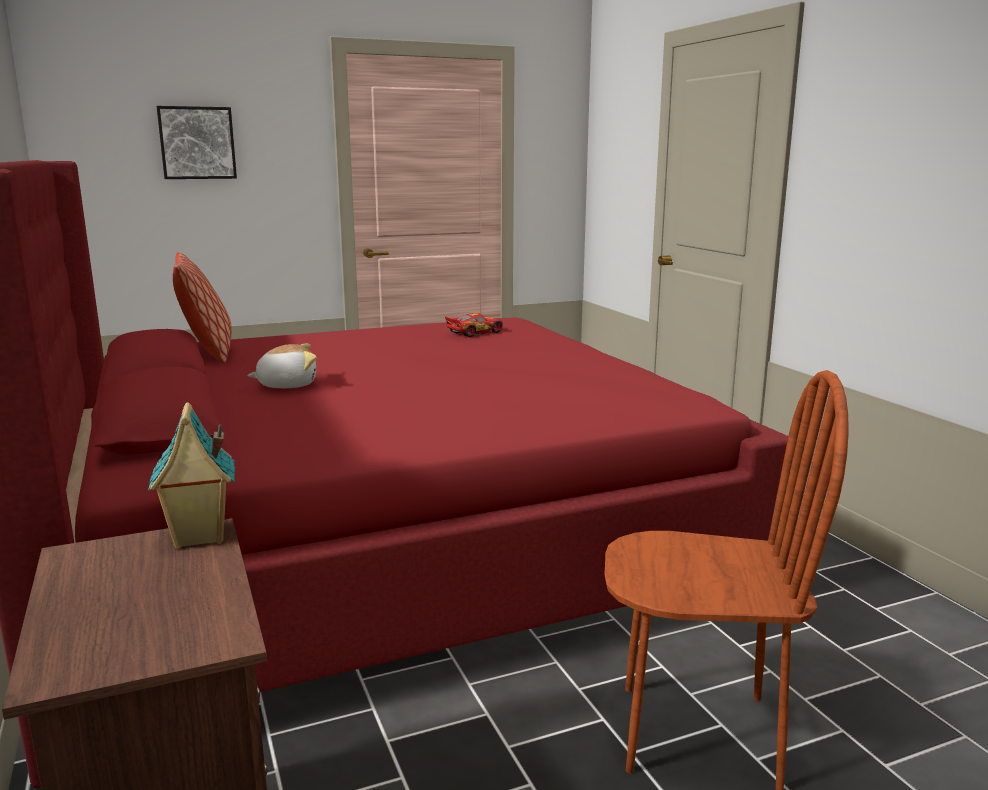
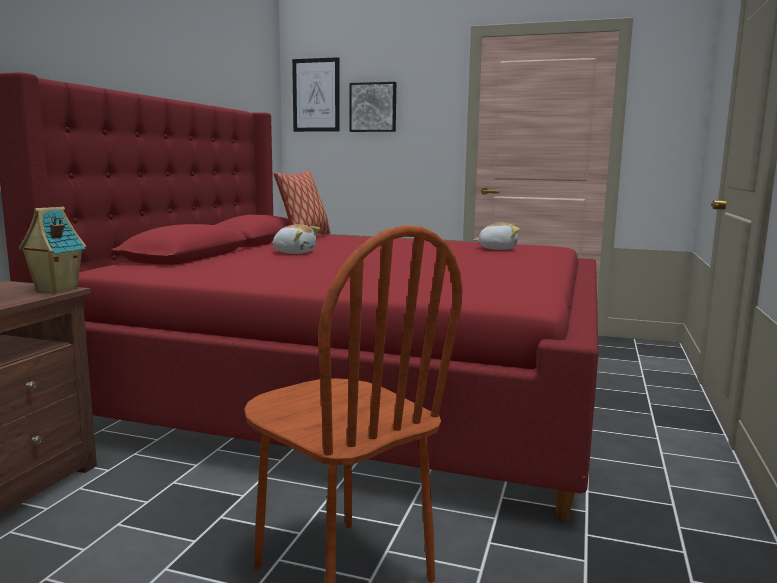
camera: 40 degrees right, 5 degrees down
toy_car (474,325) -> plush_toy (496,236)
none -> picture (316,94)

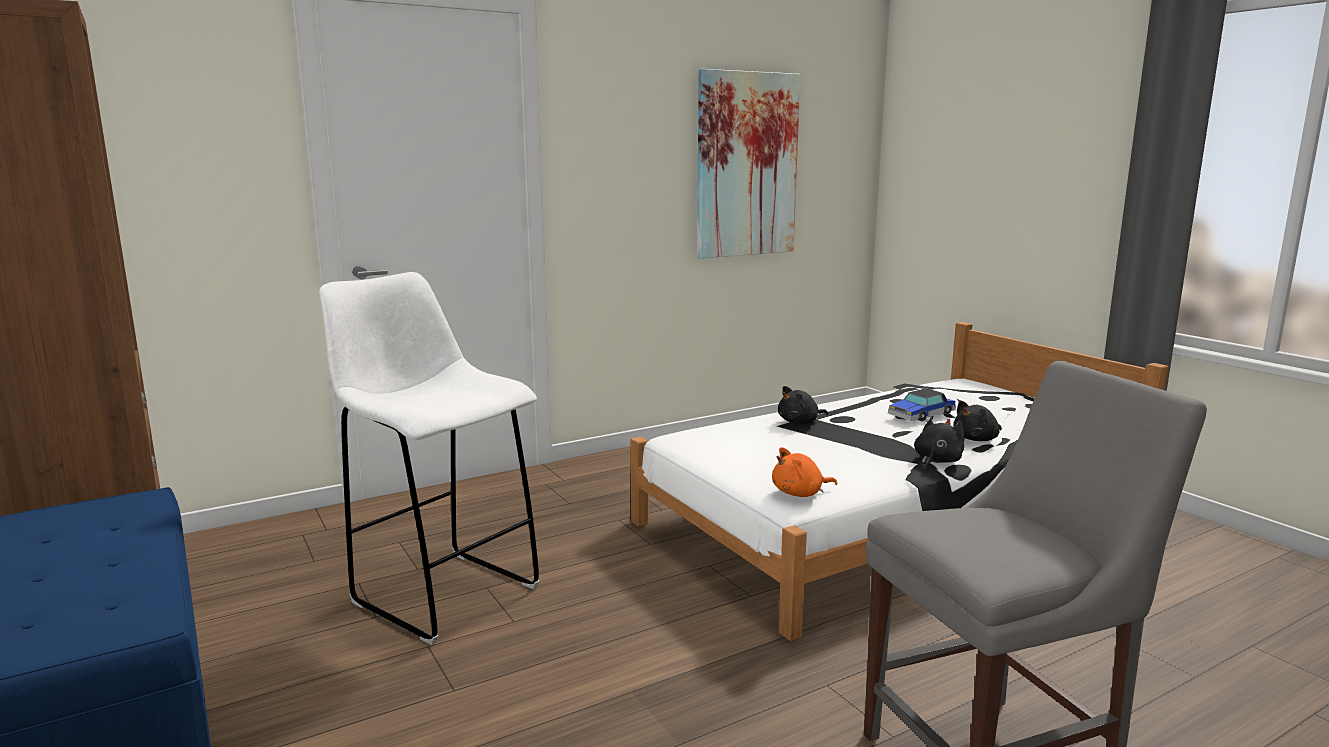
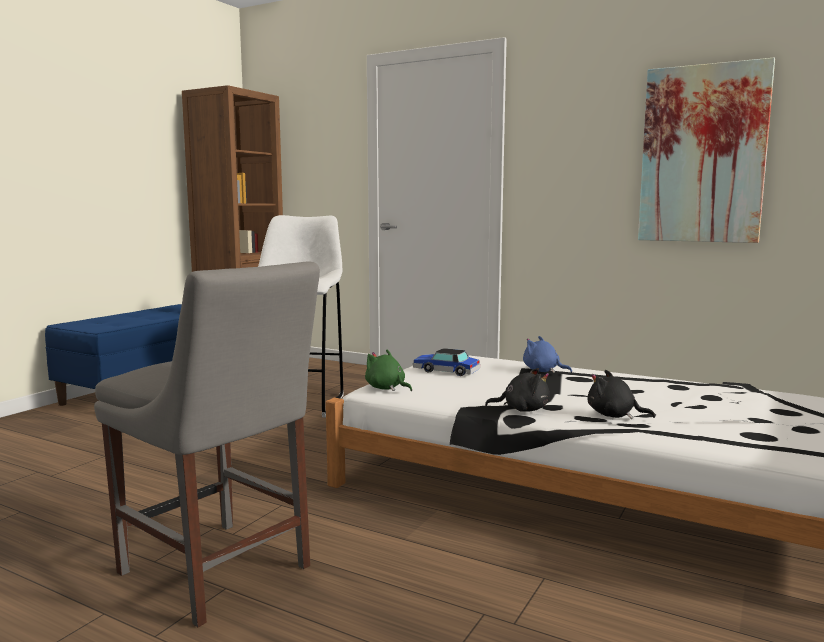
camera: 60 degrees right, 5 degrees down
black_plush_toy (803,405) -> blue_plush_toy (547,354)
toy_car (922,404) -> toy_car (446,362), shifted
orange_plush_toy (804,472) -> green_plush_toy (388,370)

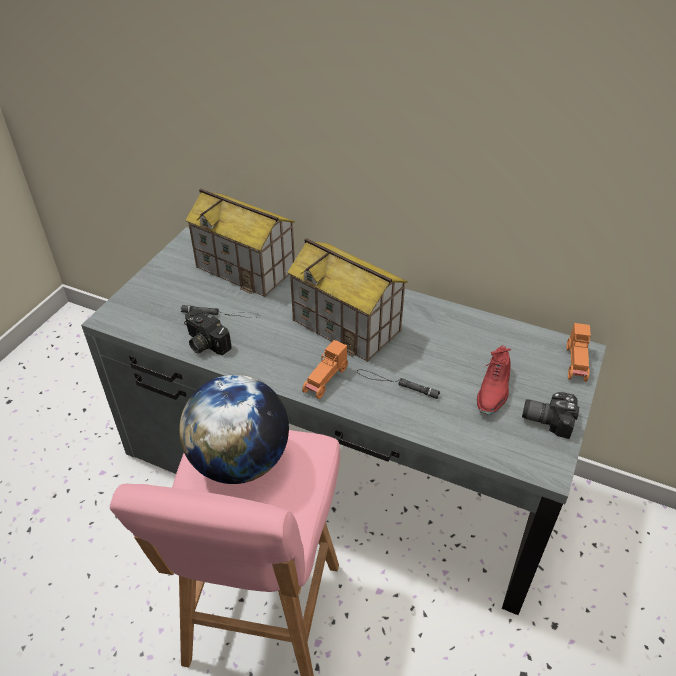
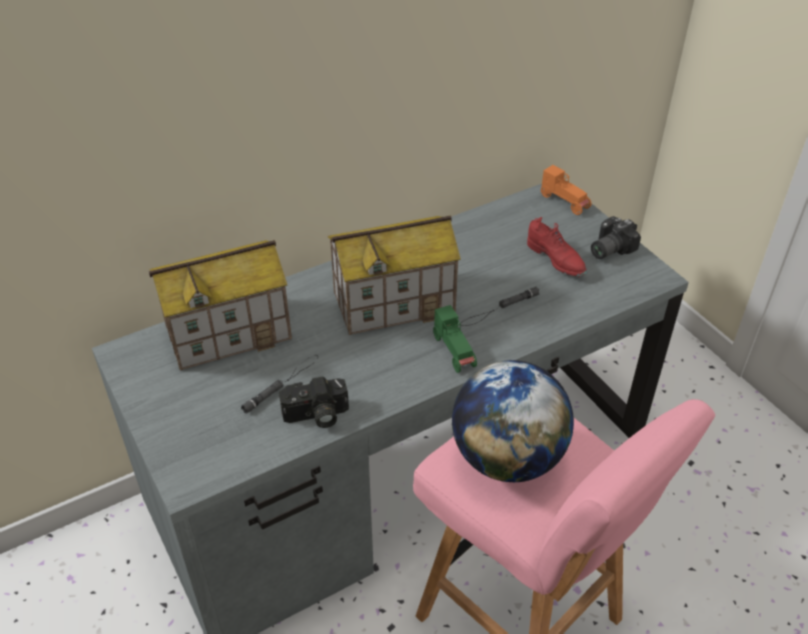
camera: 55 degrees left, 0 degrees up
orange_toy_car (325,369) -> green_toy_car (455,339)

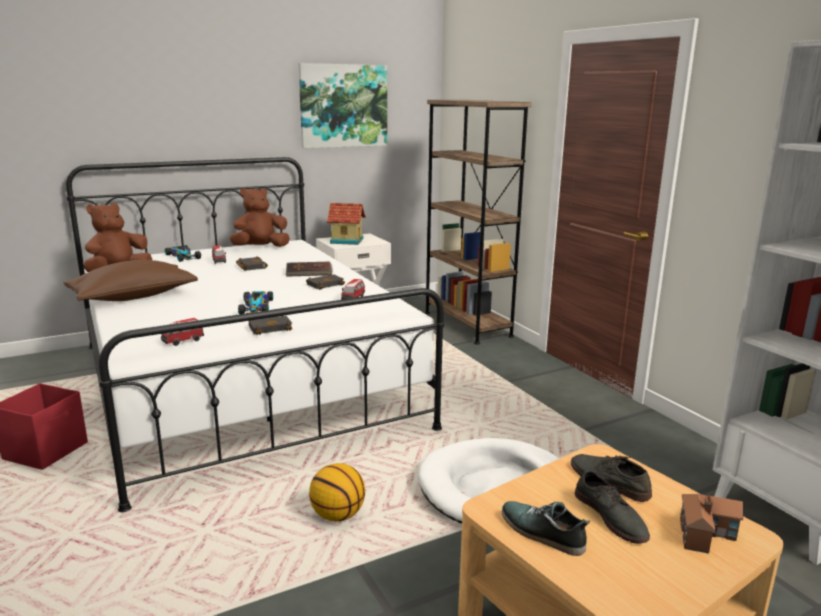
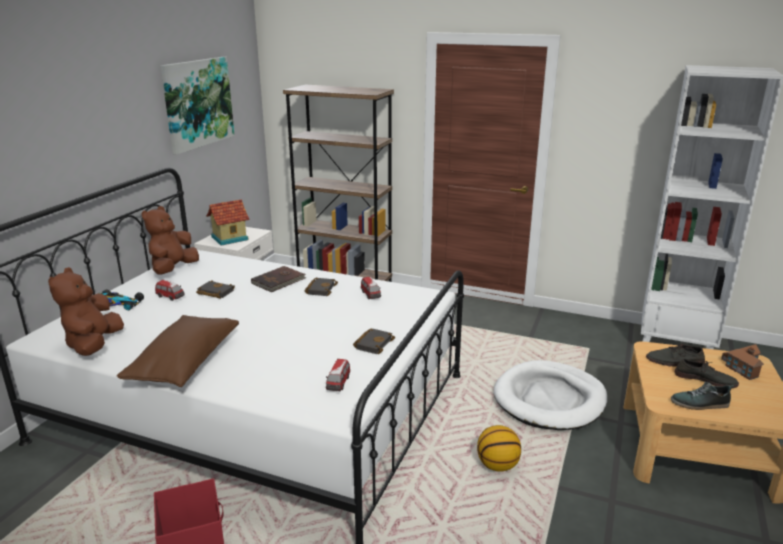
camera: 40 degrees left, 5 degrees up
toy_car (255,302) -> none

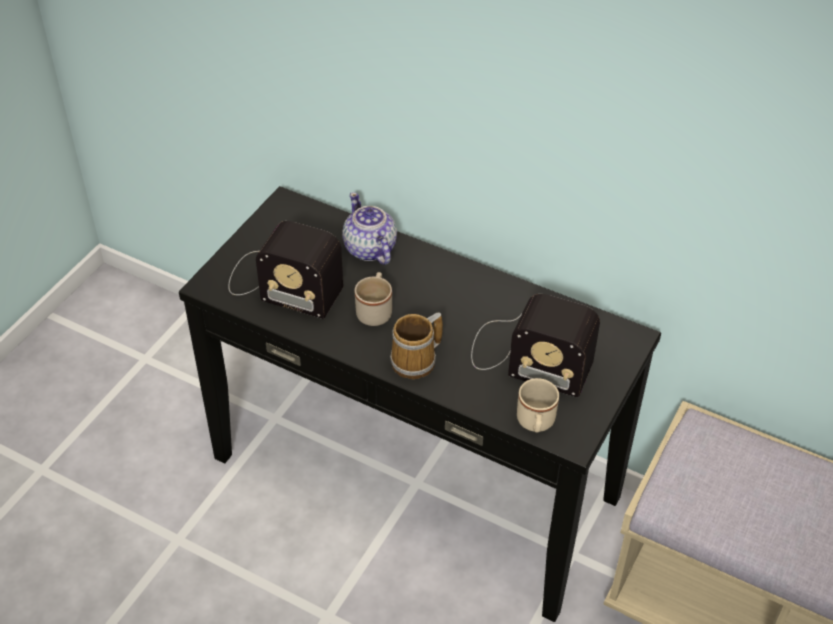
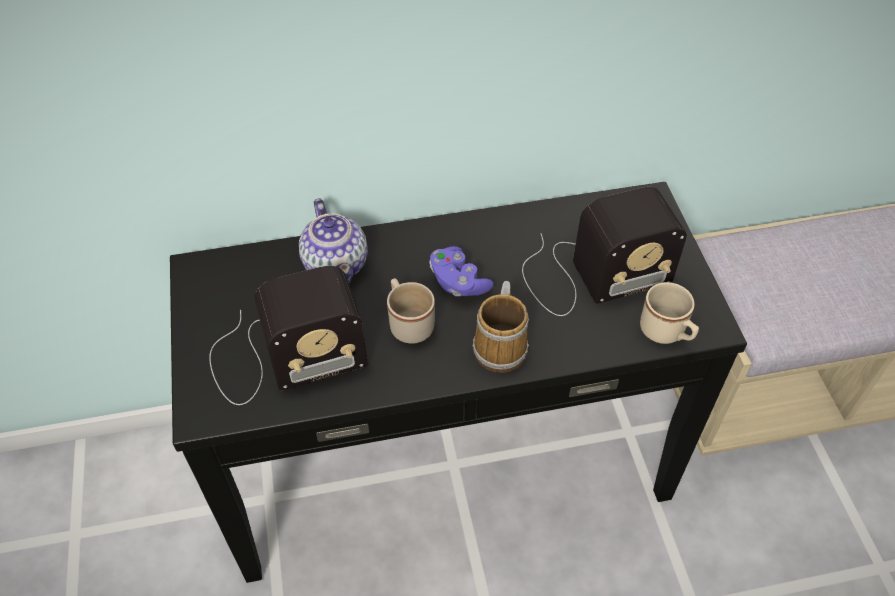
camera: 40 degrees left, 5 degrees up
teapot (369,228) -> teapot (333,241), 135 degrees counterclockwise
none -> purple_game_controller (461,271)

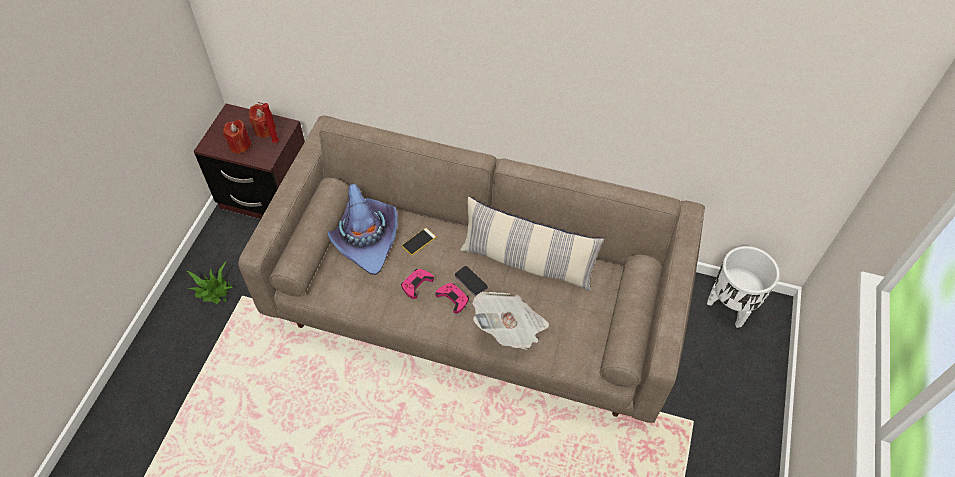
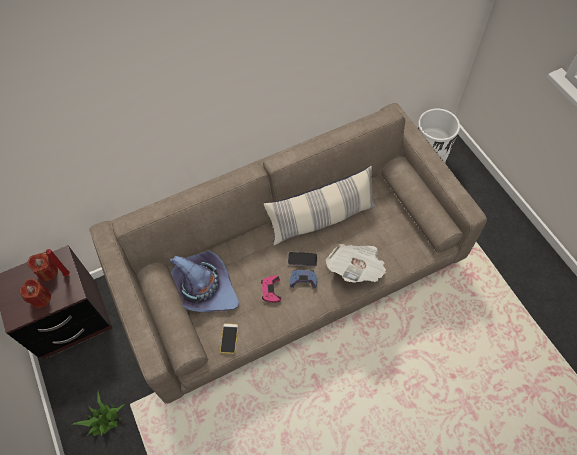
camera: 40 degrees left, 5 degrees up
phone (419,241) -> phone (229,338), shifted
pink_game_controller (452,298) -> blue_game_controller (303,279)

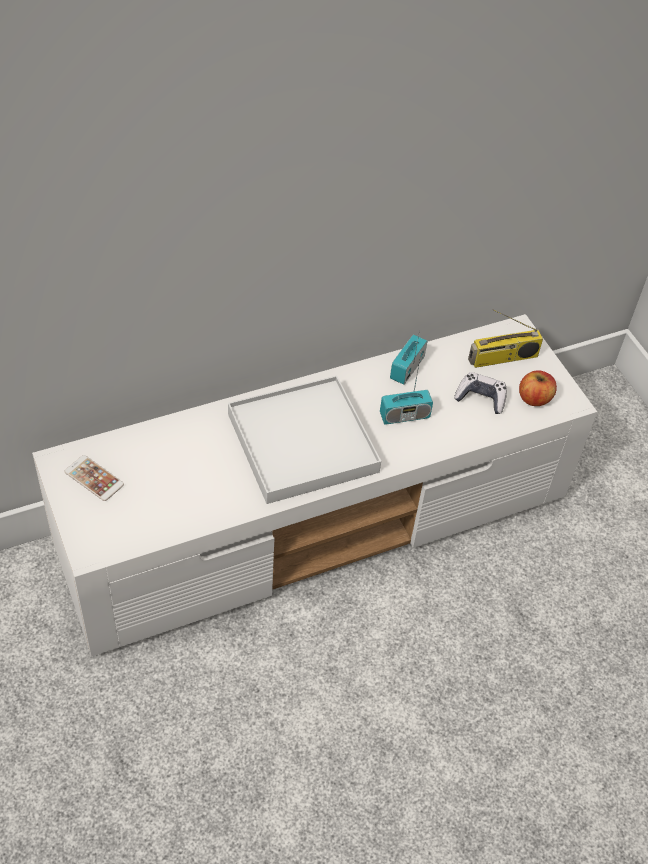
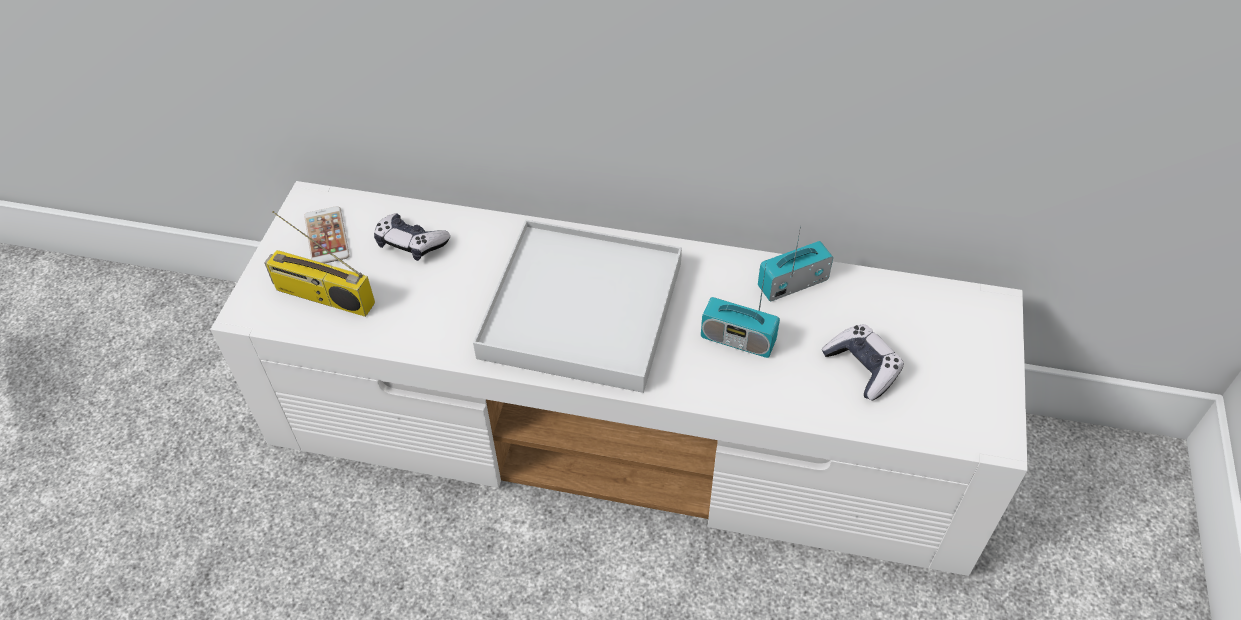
camera: 40 degrees right, 0 degrees up
radio (505,338) -> radio (319,264), shifted
apple (538,388) -> none
none -> game_controller (412,237)

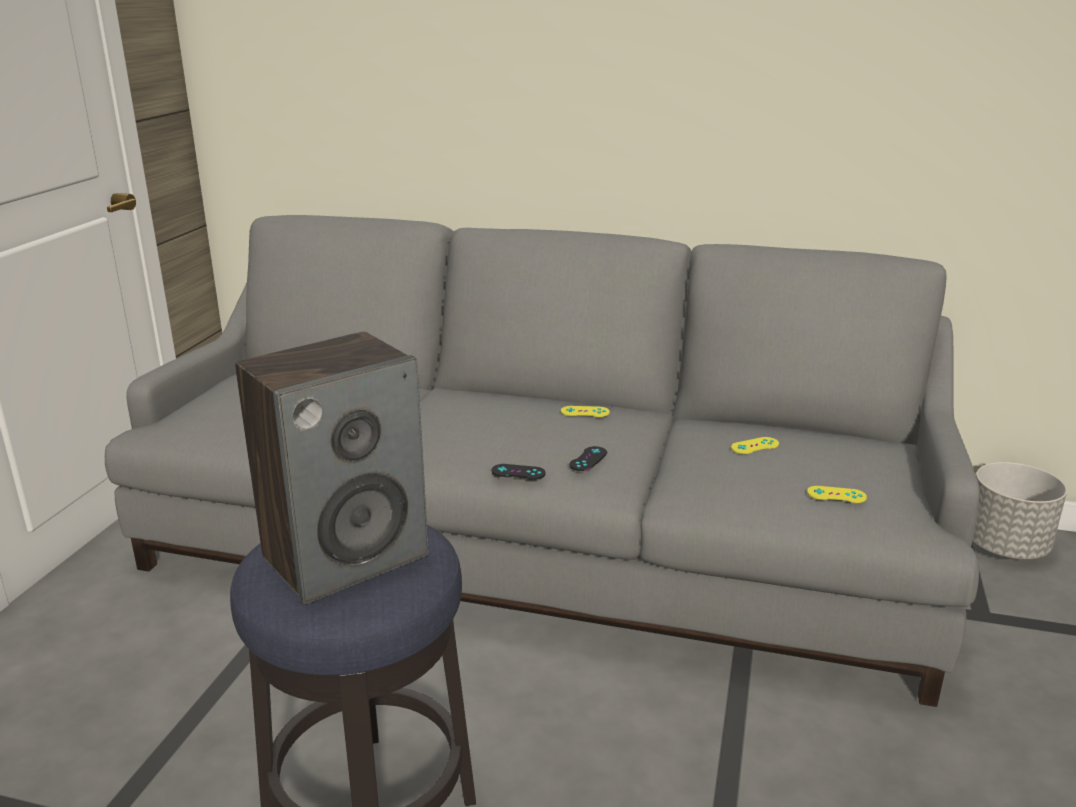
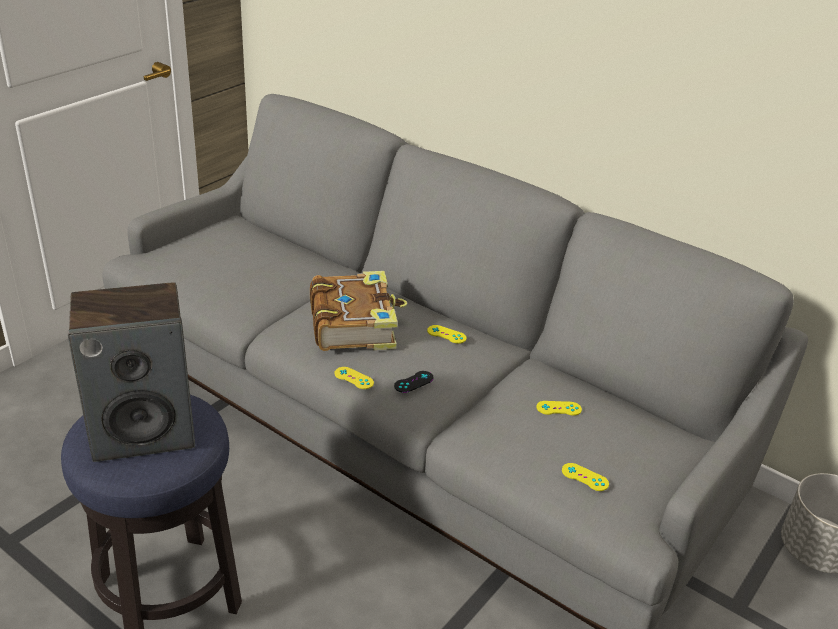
camera: 20 degrees right, 10 degrees up
black_game_controller (518,472) -> yellow_game_controller (354,378)
none -> book (358,311)

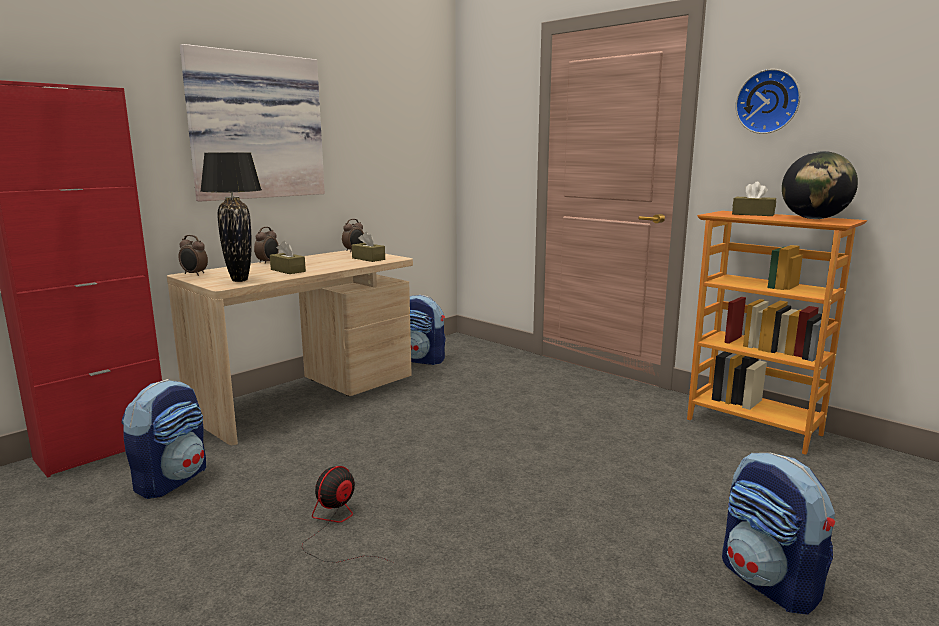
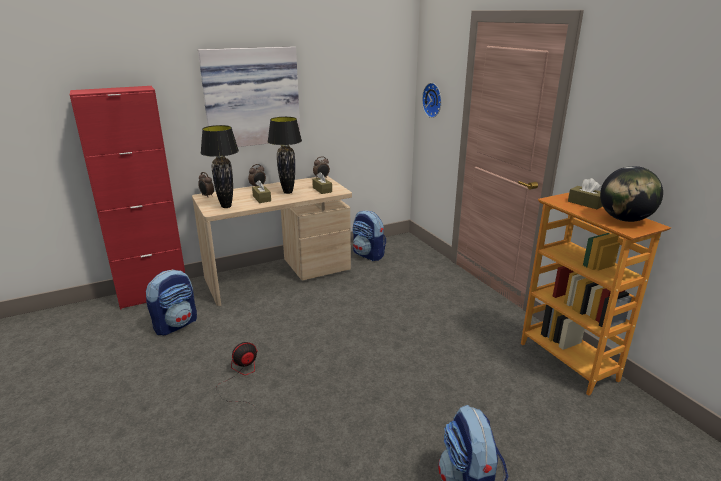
camera: 20 degrees right, 10 degrees up
wall_clock (767,101) -> wall_clock (432,100), shifted
none -> black_table_lamp (285,155)

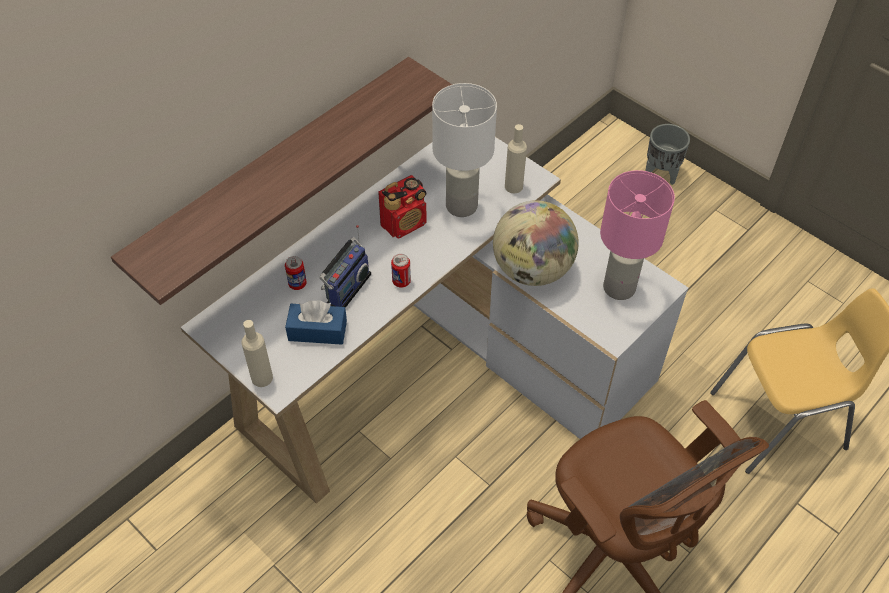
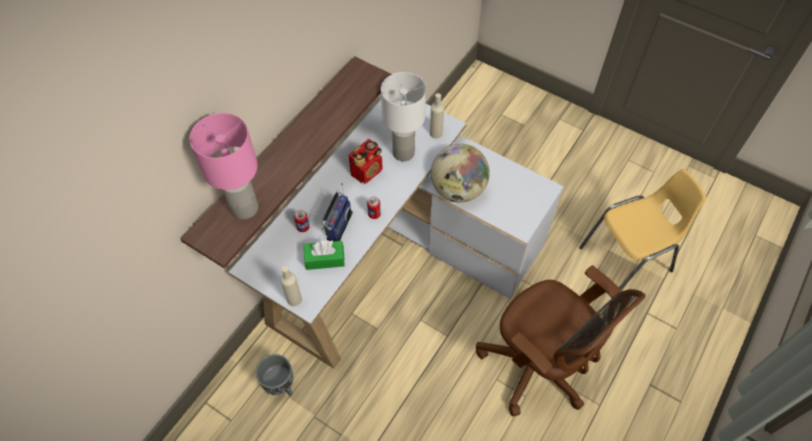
camera: 10 degrees left, 5 degrees up
grey_planter (667,154) -> grey_planter (275,375), shifted
pink_table_lamp (637,235) -> pink_table_lamp (223,166), shifted
blue_tissue_box (316,322) -> green_tissue_box (324,255)

